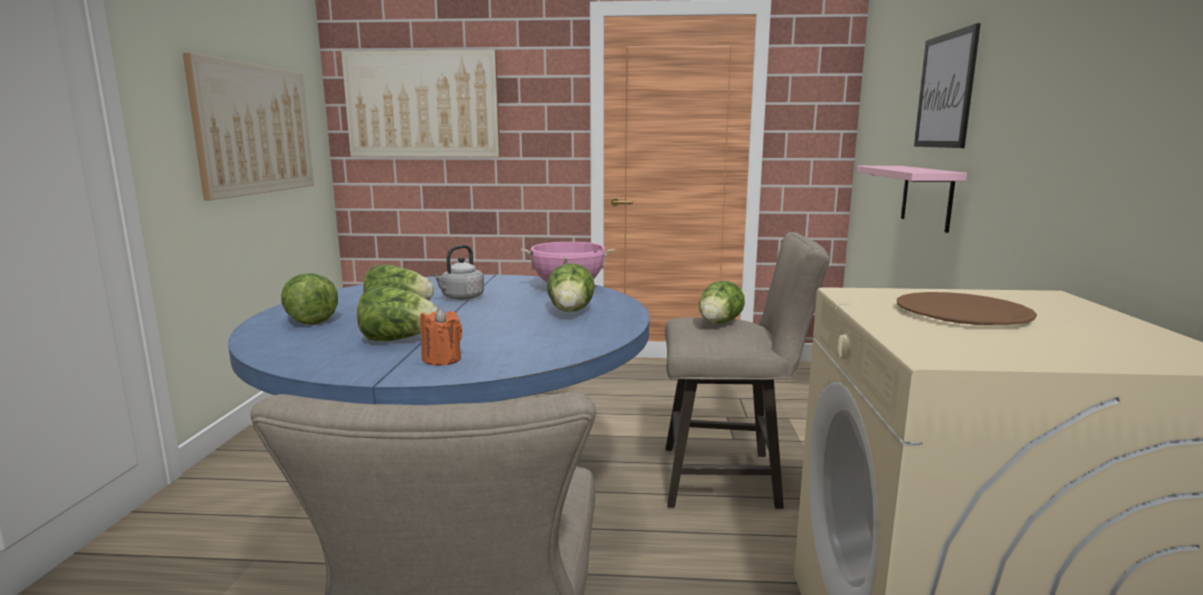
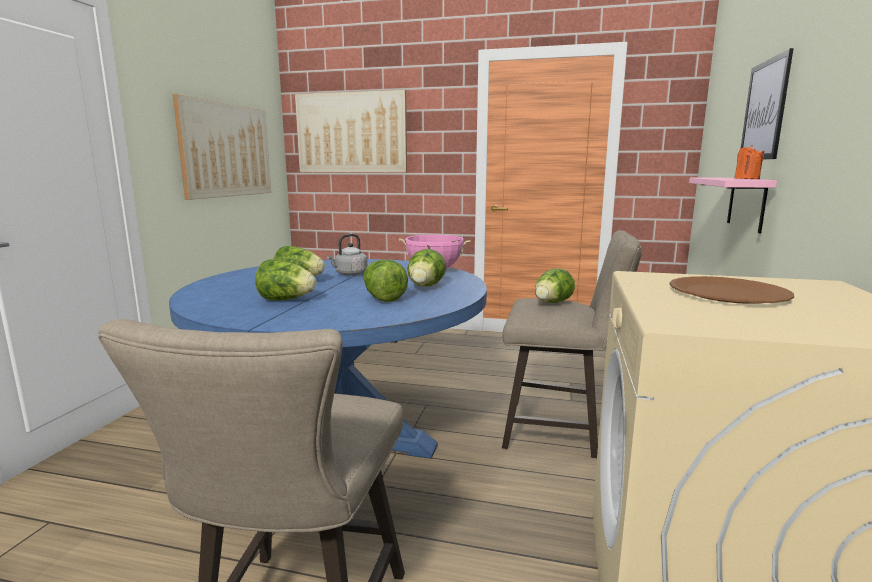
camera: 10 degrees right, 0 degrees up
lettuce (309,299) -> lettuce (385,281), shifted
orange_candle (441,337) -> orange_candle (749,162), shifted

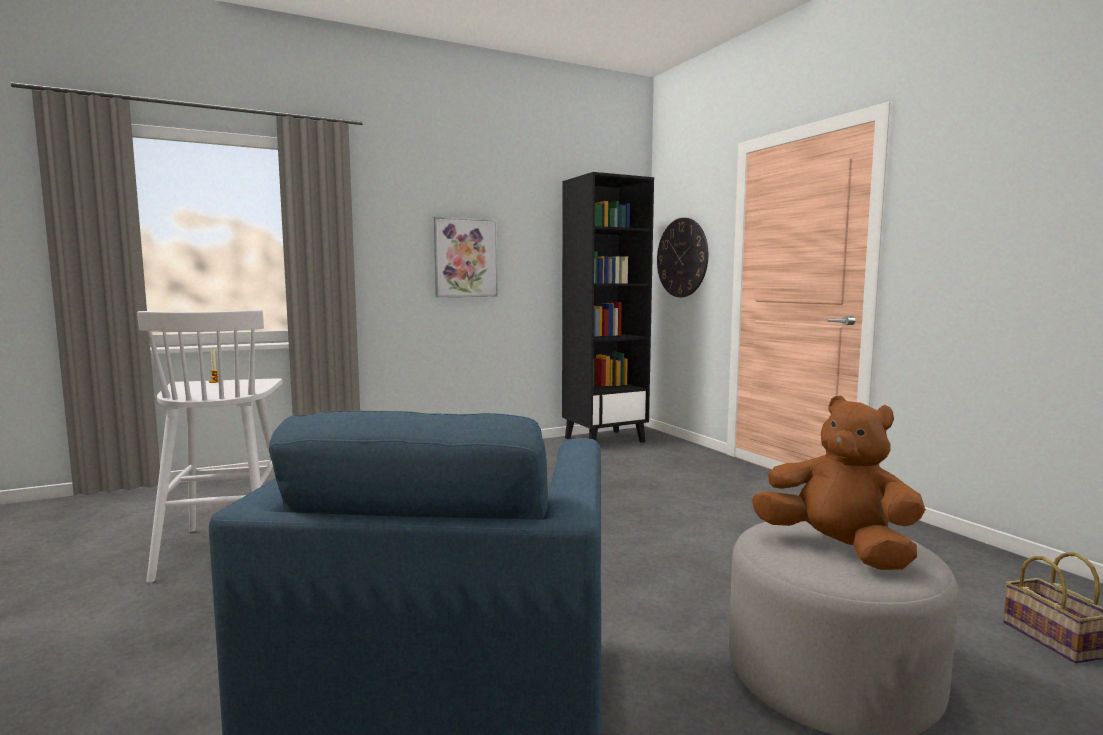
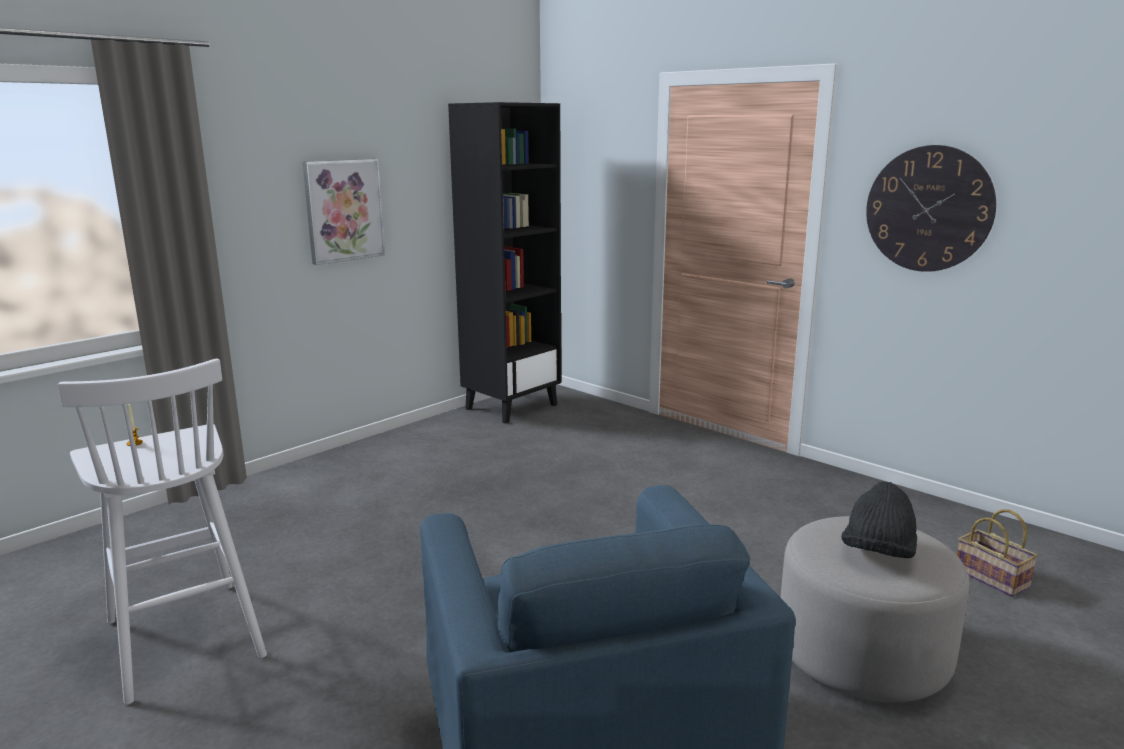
camera: 20 degrees left, 10 degrees up
wall_clock (682,257) -> wall_clock (931,208), shifted
brown_plush_toy (839,483) -> black_hat (879,520)

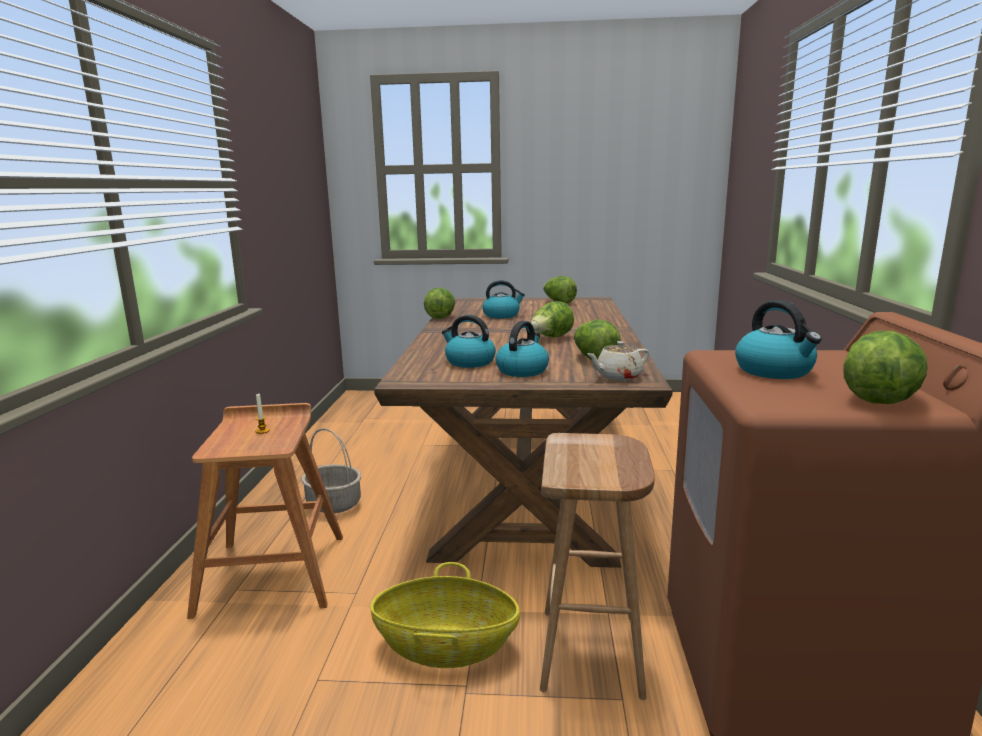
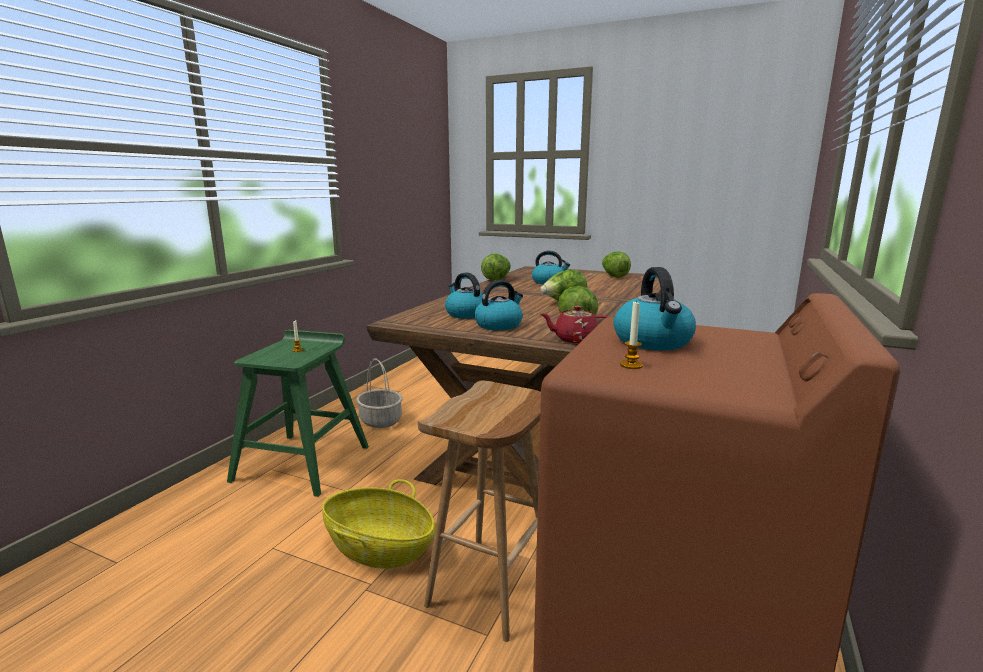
camera: 20 degrees right, 0 degrees up
lettuce (885,367) -> none
beige_teapot (618,361) -> red_teapot (574,324)
brown_stool (265,511) -> green_stool (298,413)
none -> candle (631,334)

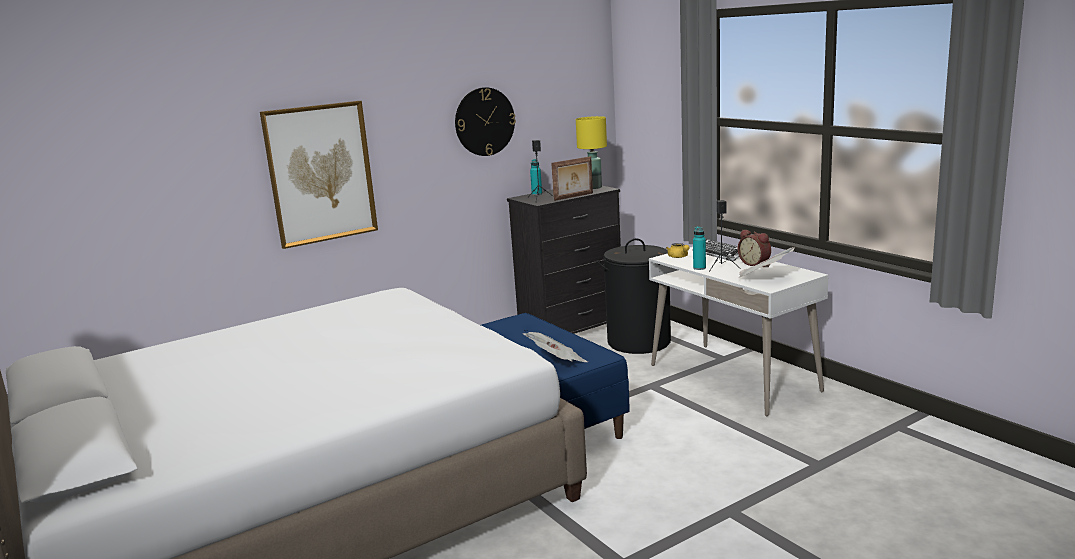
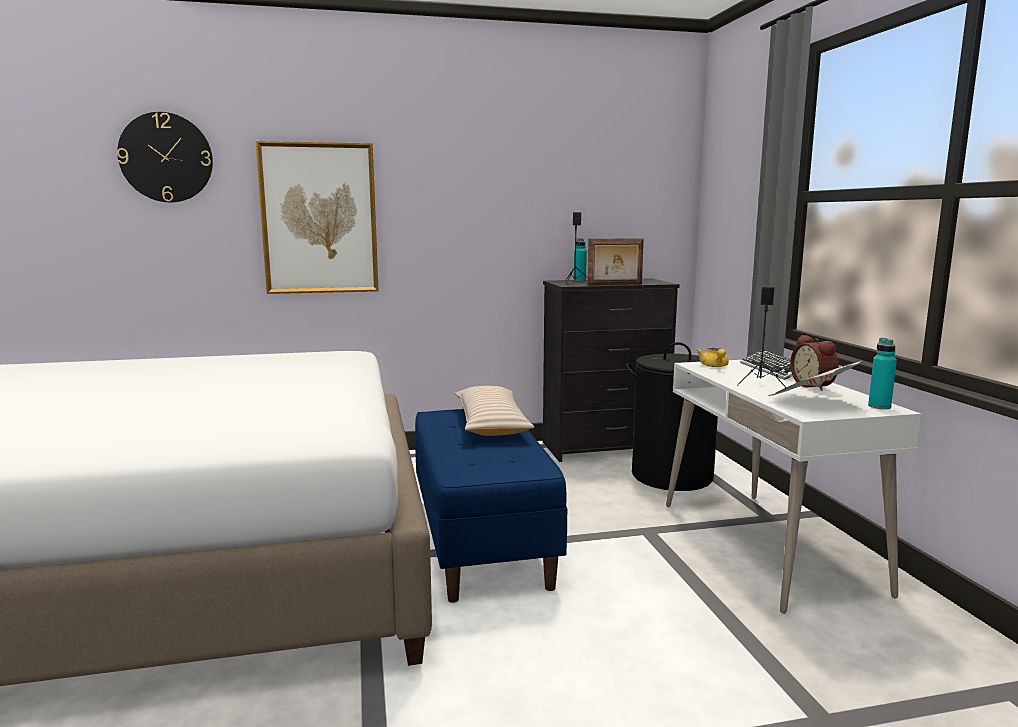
camera: 20 degrees right, 5 degrees down
wall_clock (485,121) -> wall_clock (165,157), shifted
yellow_table_lamp (591,152) -> none
turquoise_bottle (699,248) -> turquoise_bottle (882,373), shifted
newspaper (555,347) -> none
none -> beige_pillow (494,411)

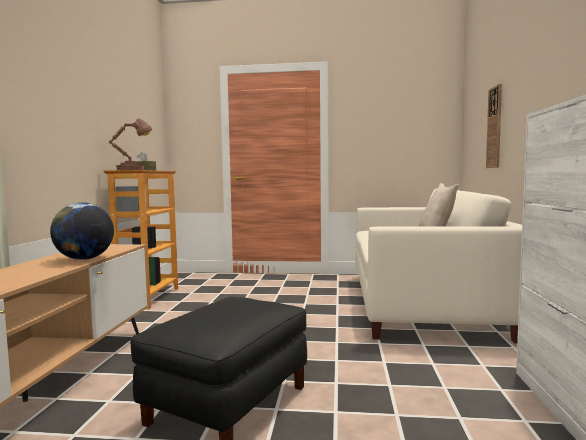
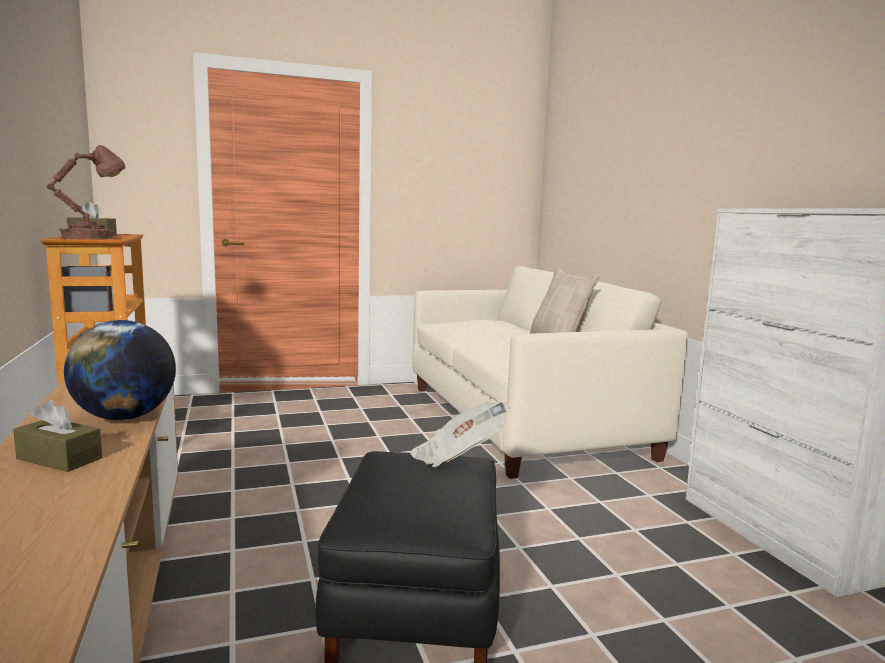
camera: 25 degrees left, 5 degrees up
wall_clock (494,126) -> none
none -> brown_tissue_box (57,435)
none -> newspaper (460,434)

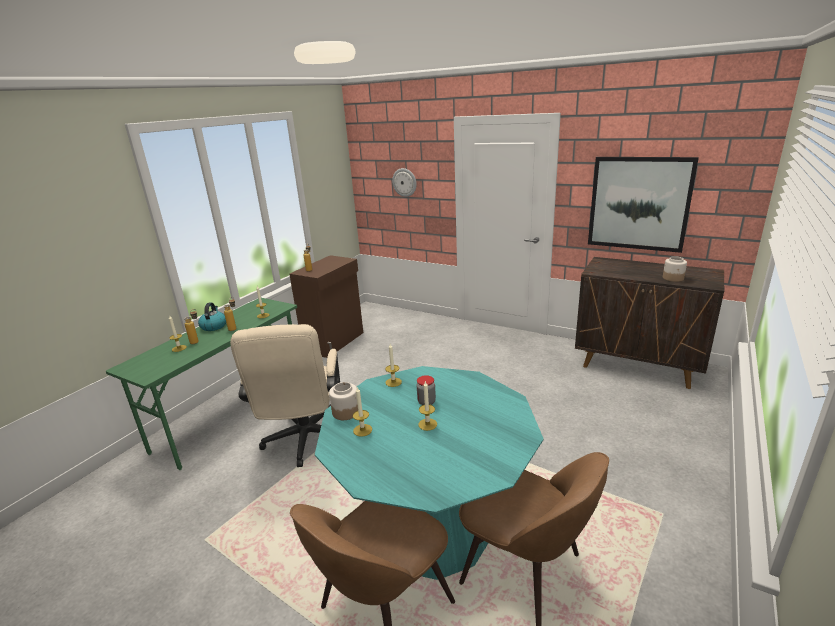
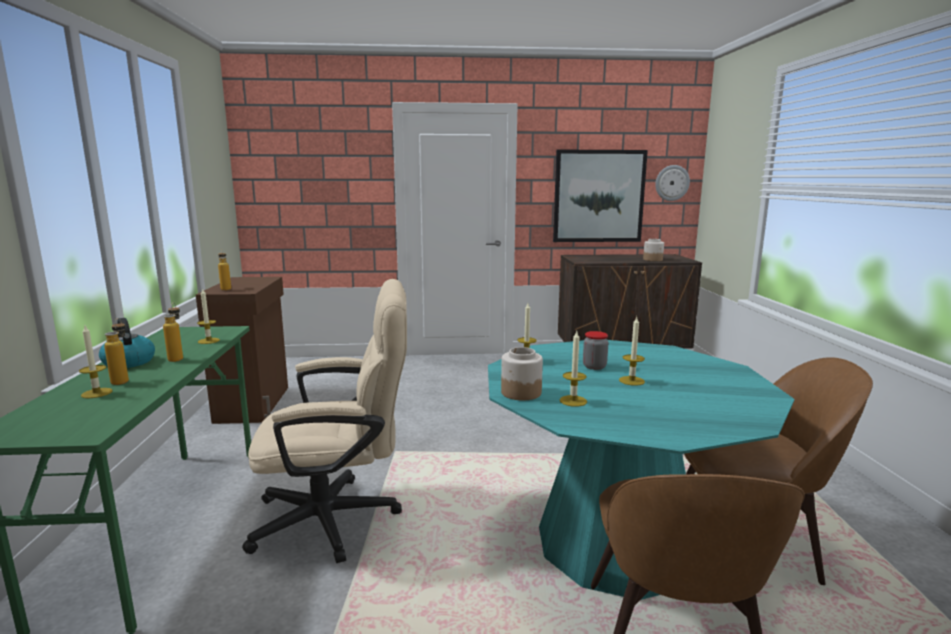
camera: 35 degrees left, 10 degrees down
wall_clock (404,182) -> wall_clock (672,183), shifted
beige_office_chair (285,395) -> beige_office_chair (324,421), 60 degrees counterclockwise

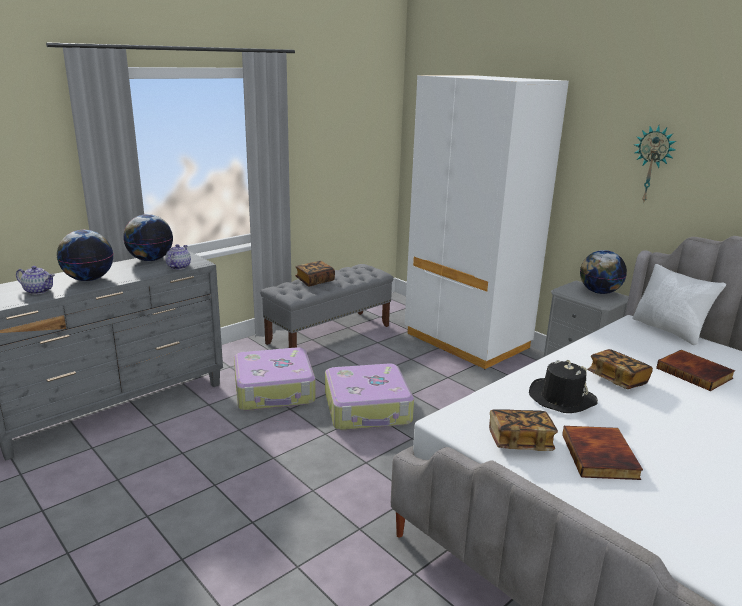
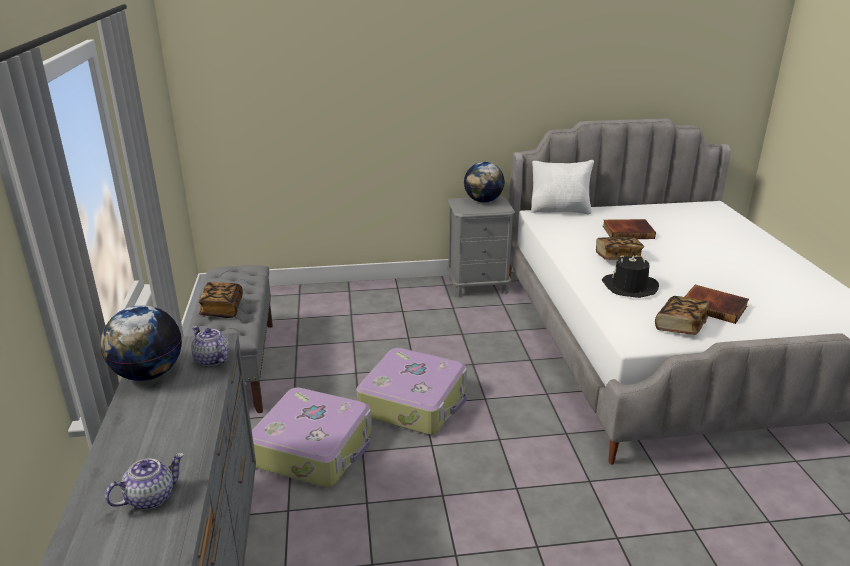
camera: 55 degrees left, 5 degrees up
white_wardrobe (487,222) -> none
wall_clock (655,164) -> none
globe (85,255) -> none

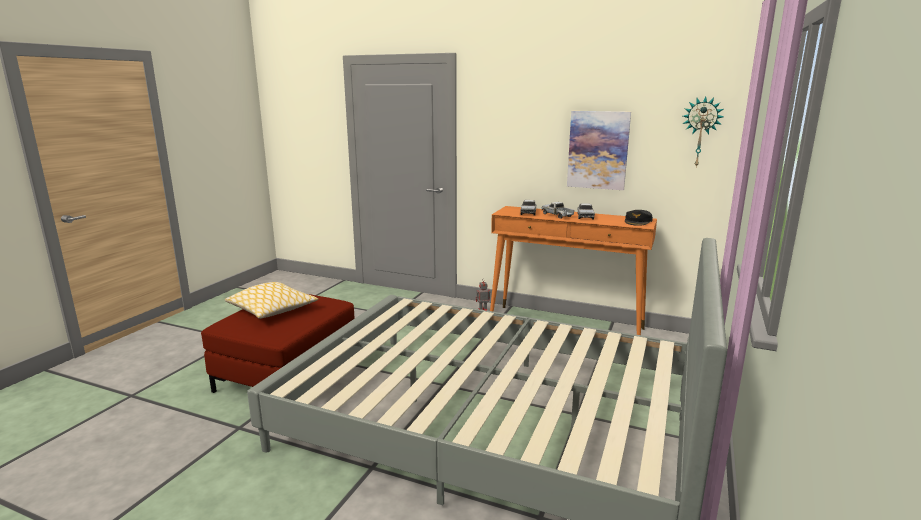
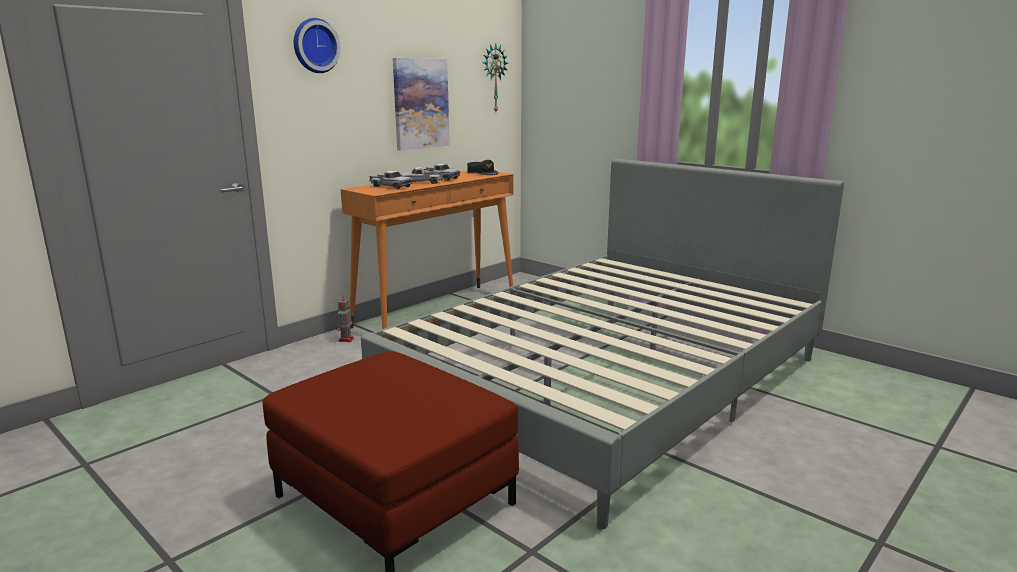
camera: 70 degrees left, 0 degrees up
pillow (271,300) -> none
none -> wall_clock (317,45)

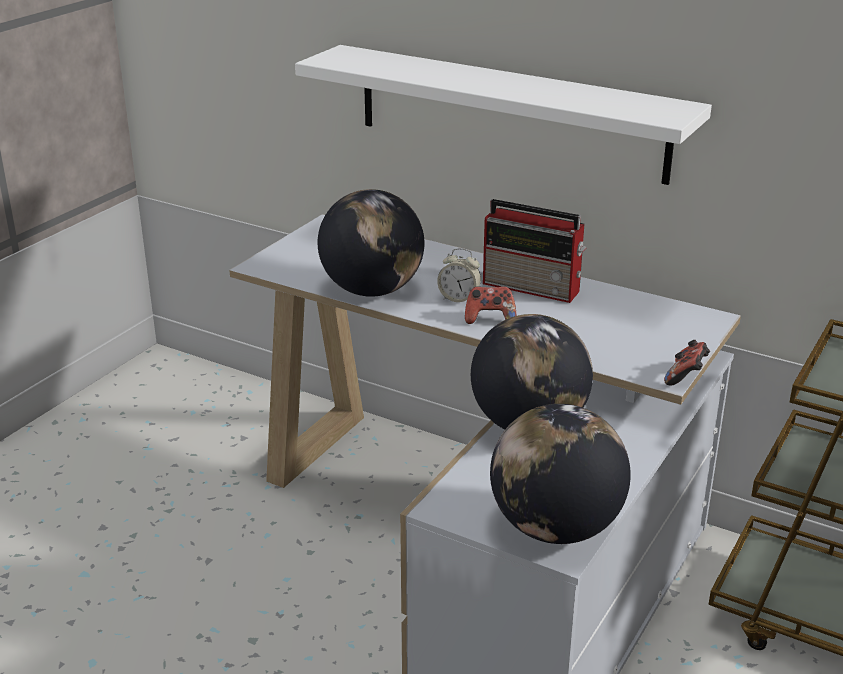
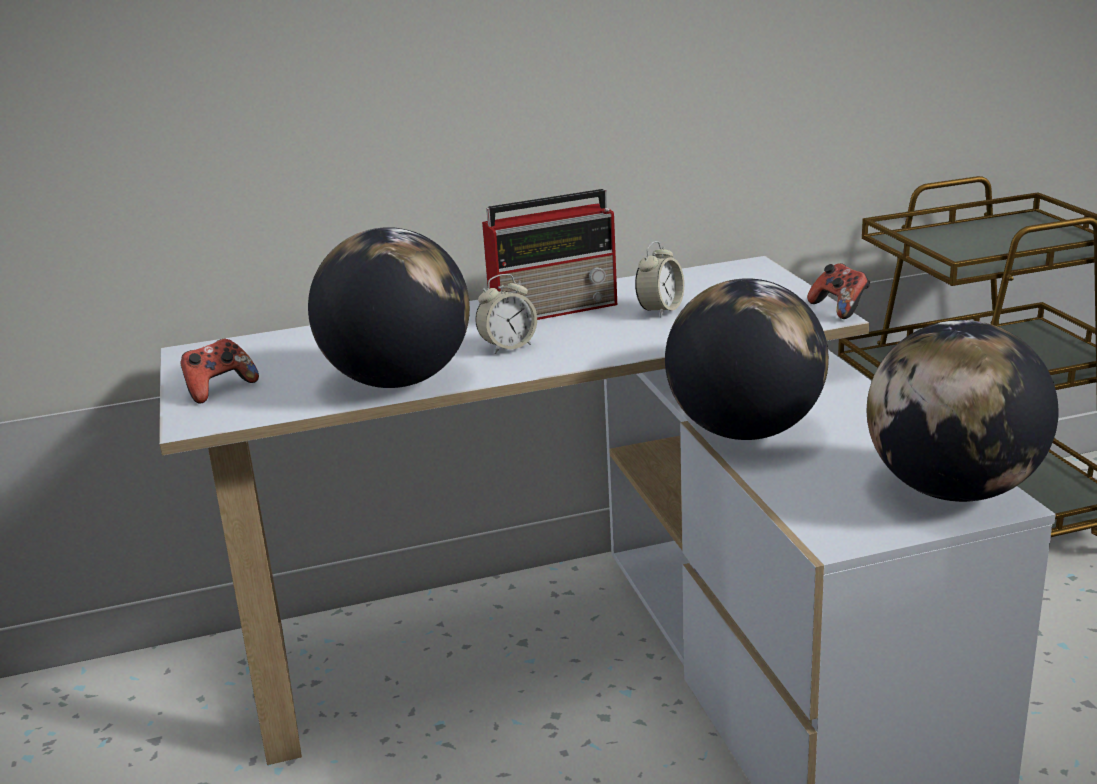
camera: 45 degrees left, 5 degrees down
white_shelf (503,115) -> none
game_controller (490,305) -> game_controller (219,371), shifted
none -> alarm_clock (659,279)

